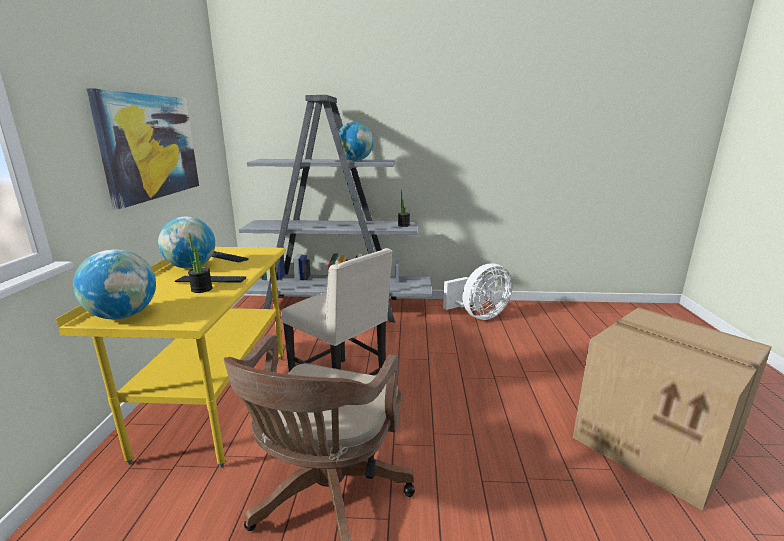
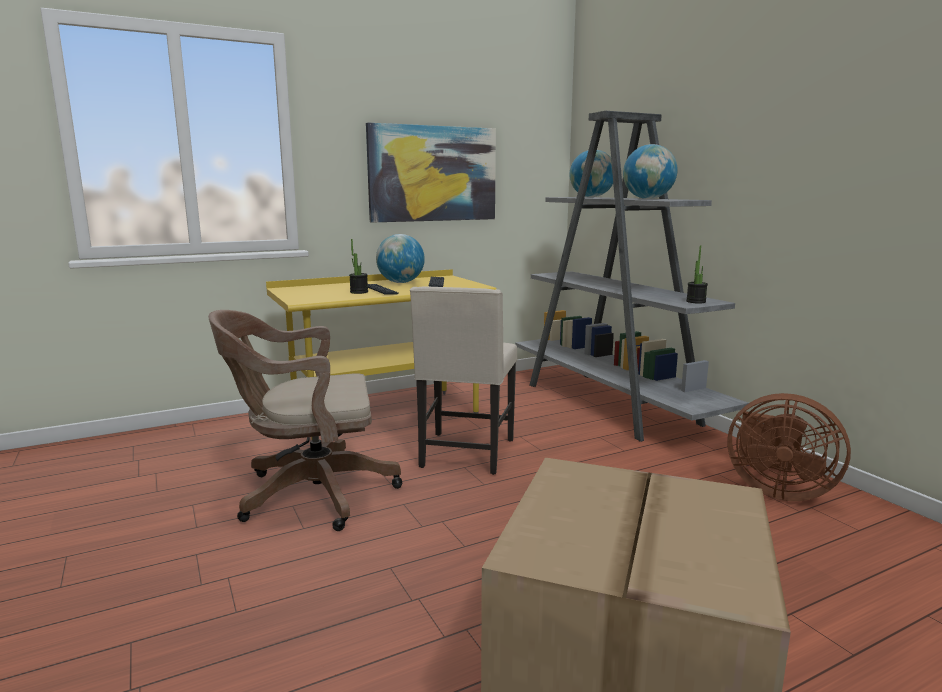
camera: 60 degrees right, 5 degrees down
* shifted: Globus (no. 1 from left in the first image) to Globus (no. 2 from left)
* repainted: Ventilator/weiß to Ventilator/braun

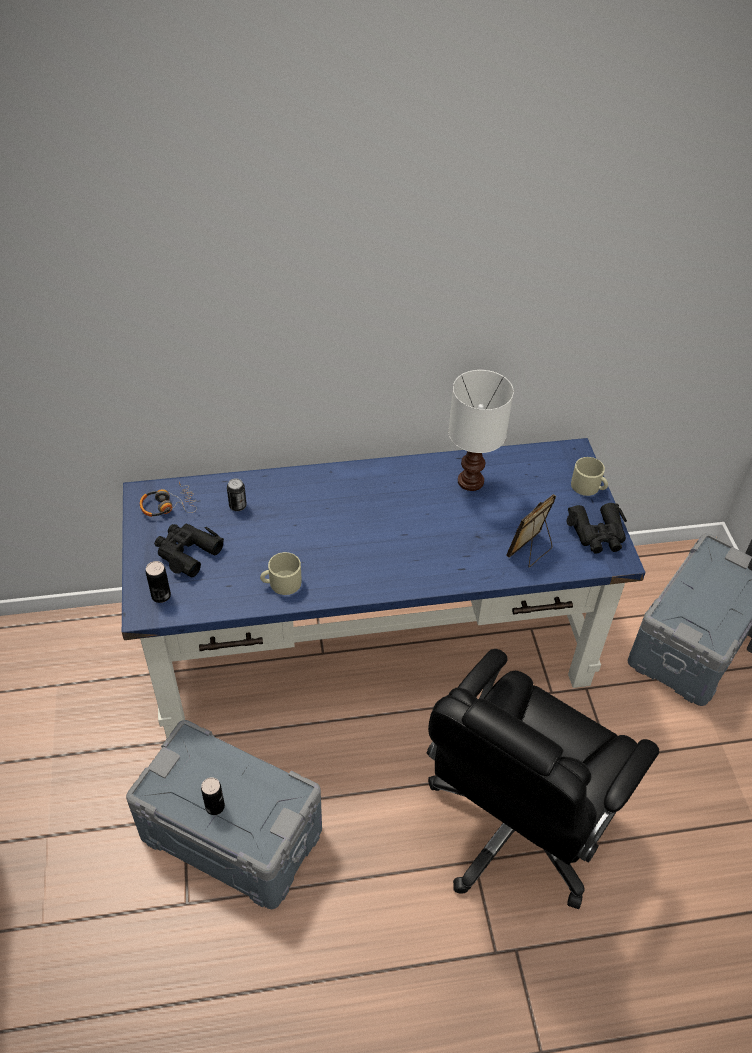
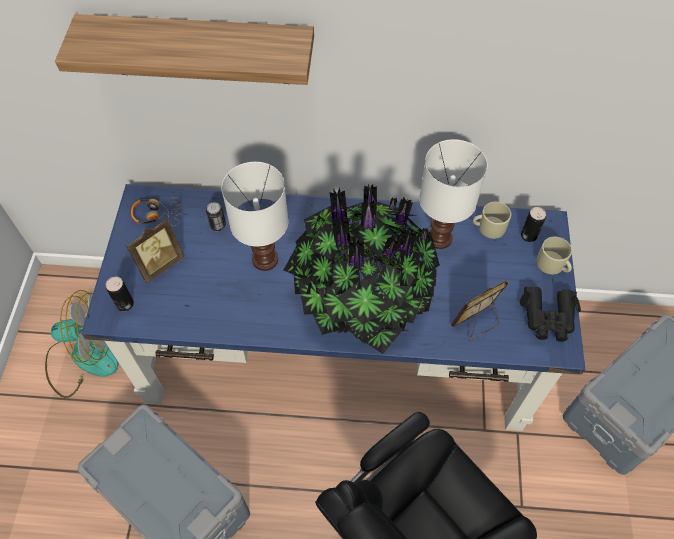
camera: 15 degrees right, 10 degrees up
* swapped: Fernglas/schwarz (no. 1 from left) to Bilderrahmen (no. 1 from left)
* shifted: Dose (no. 2 from left in the first image) to Dose (no. 3 from left)
* shifted: Henkelbecher/beige (no. 1 from left)
* new: Ventilator
* new: Wandregal
* new: Tischlampe/weiß (no. 1 from left)
* new: Topfpflanze

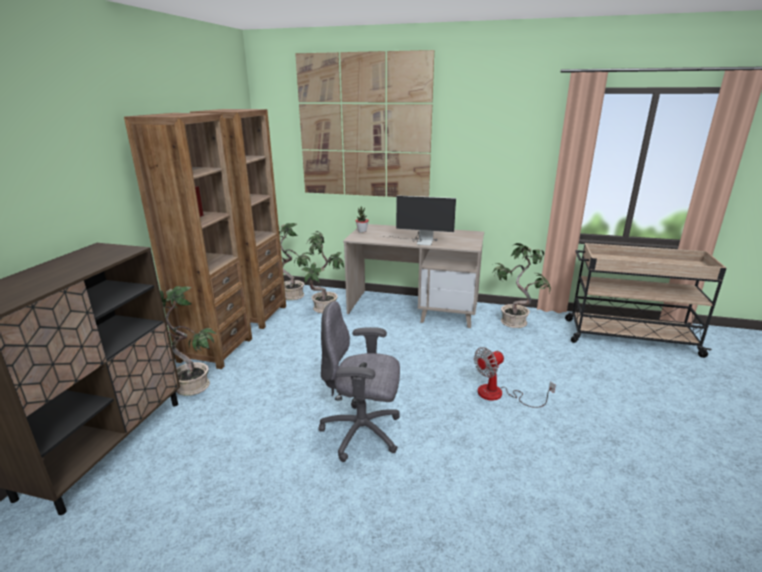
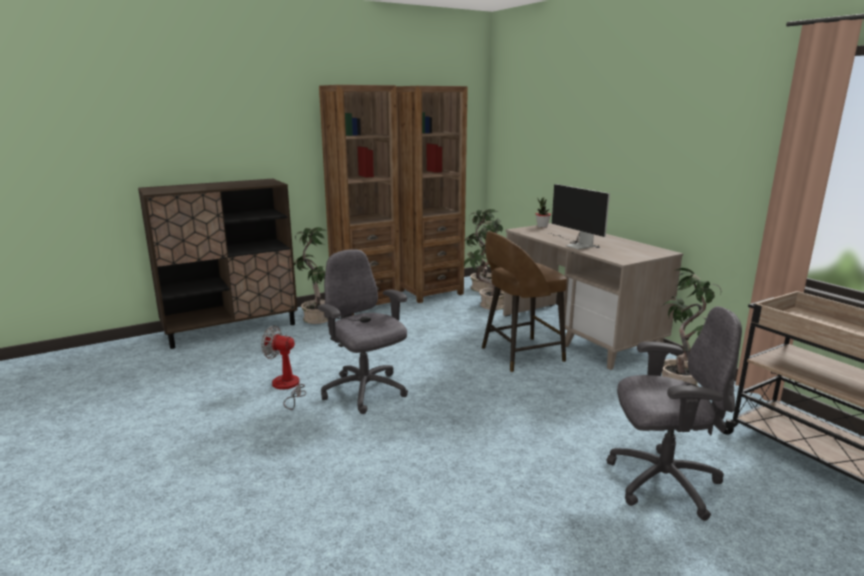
camera: 45 degrees right, 5 degrees down
* gone: Bild
* shifted: Ventilator
* new: Hocker/braun
* new: Bürostuhl/grau (no. 2 from left)

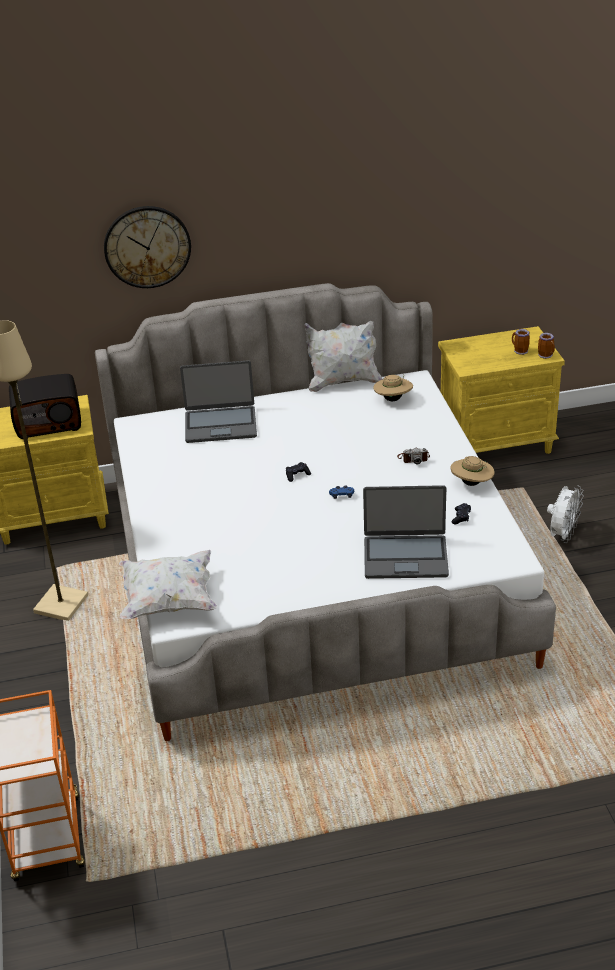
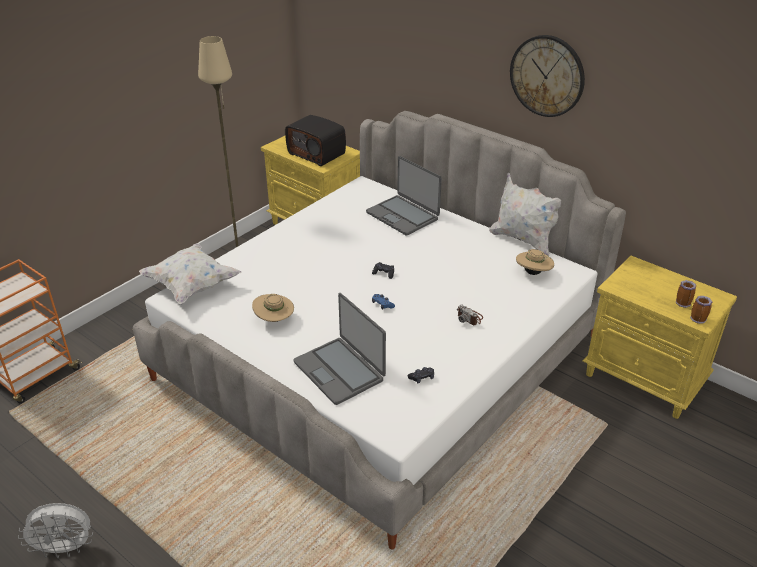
camera: 50 degrees right, 0 degrees up
* shifted: Wanduhr
* shifted: Hut/beige (no. 2 from left in the first image) to Hut/beige (no. 1 from left)
* shifted: Ventilator/weiß

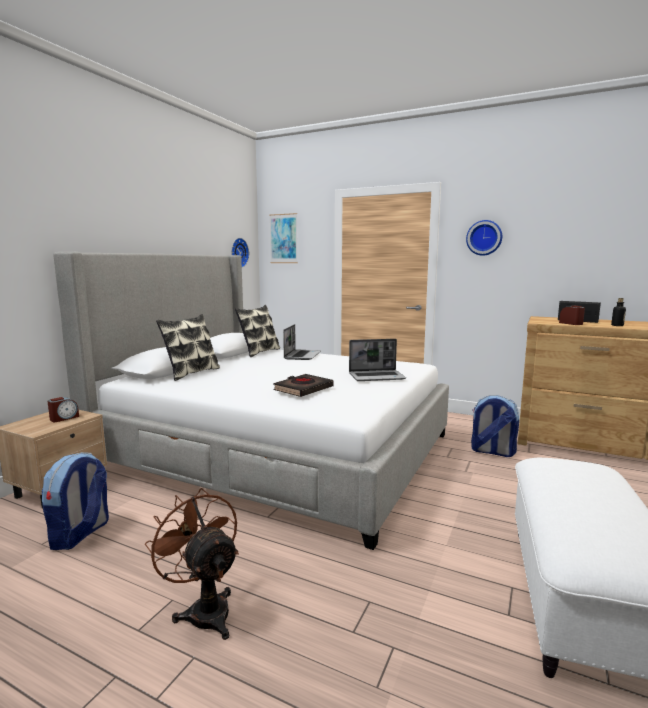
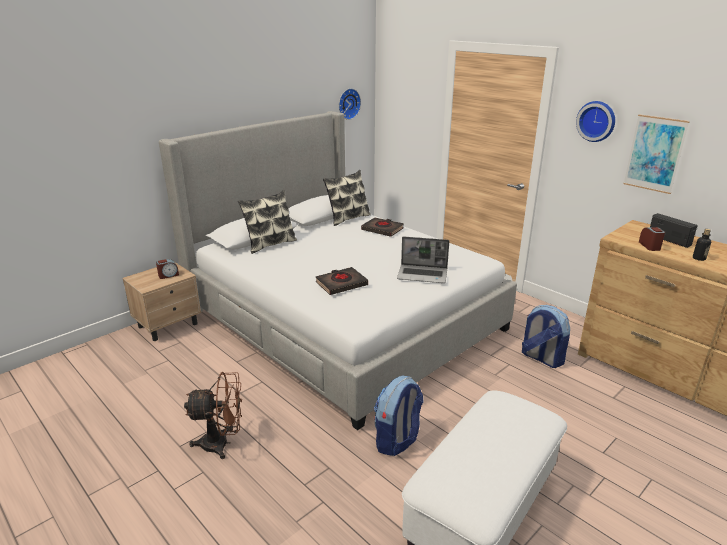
camera: 20 degrees right, 15 degrees up
* shifted: Rucksack (no. 1 from left)
* rotated: Ventilator/braun 105 degrees clockwise
* shifted: Bild
* swapped: Laptop (no. 1 from left) to Buch/schwarz (no. 2 from left)

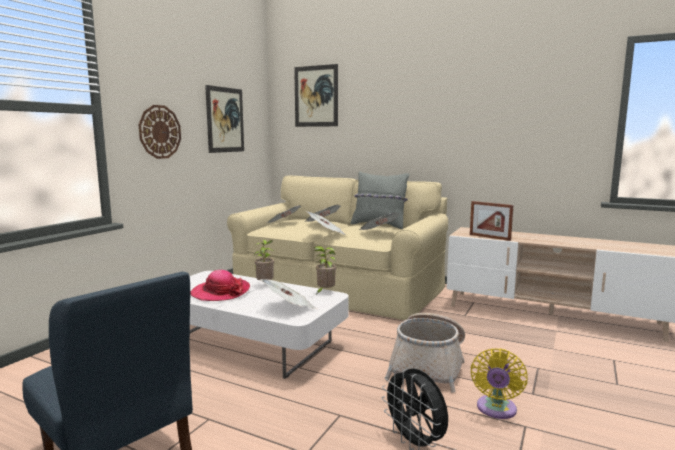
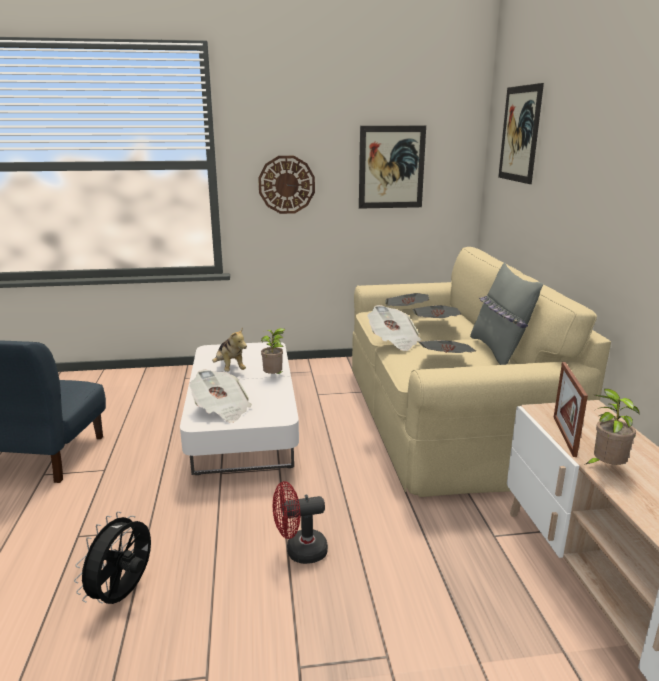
camera: 55 degrees right, 10 degrees up
* swapped: Hut to Plüschtier
* shifted: Topfpflanze (no. 2 from left)
* swapped: Korb to Ventilator/rot
* gone: Ventilator/gelb

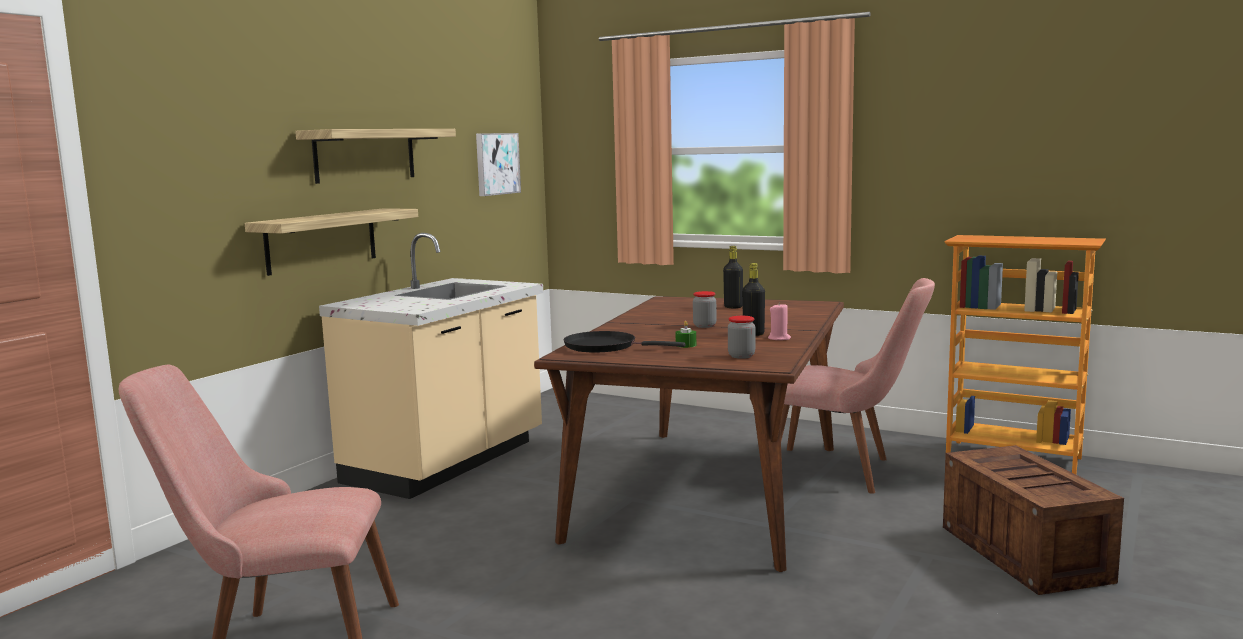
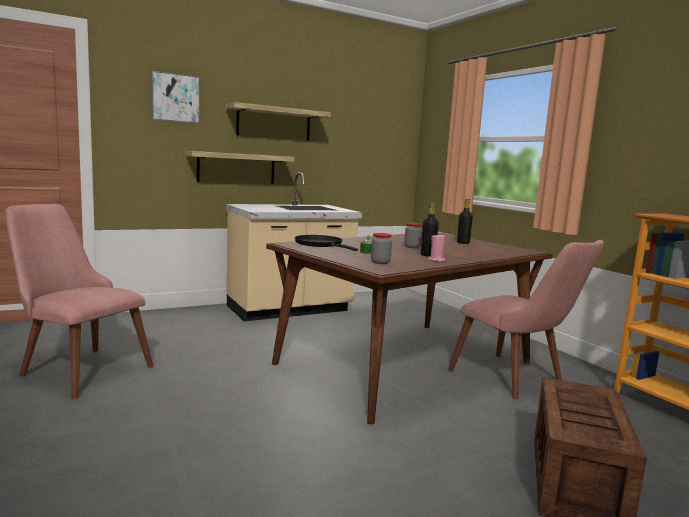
camera: 30 degrees right, 0 degrees up
* shifted: Bild

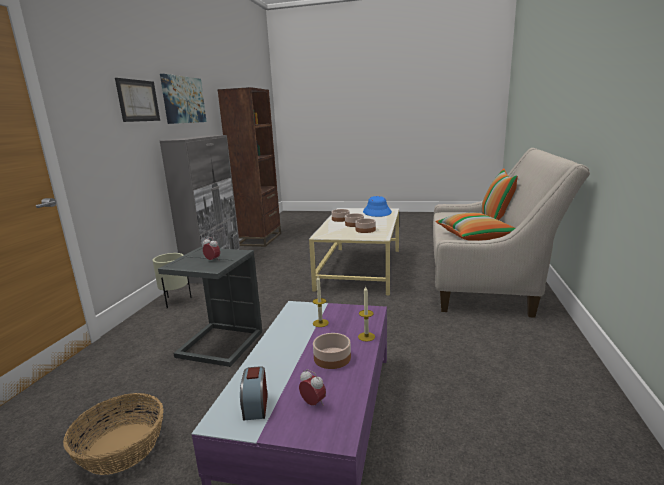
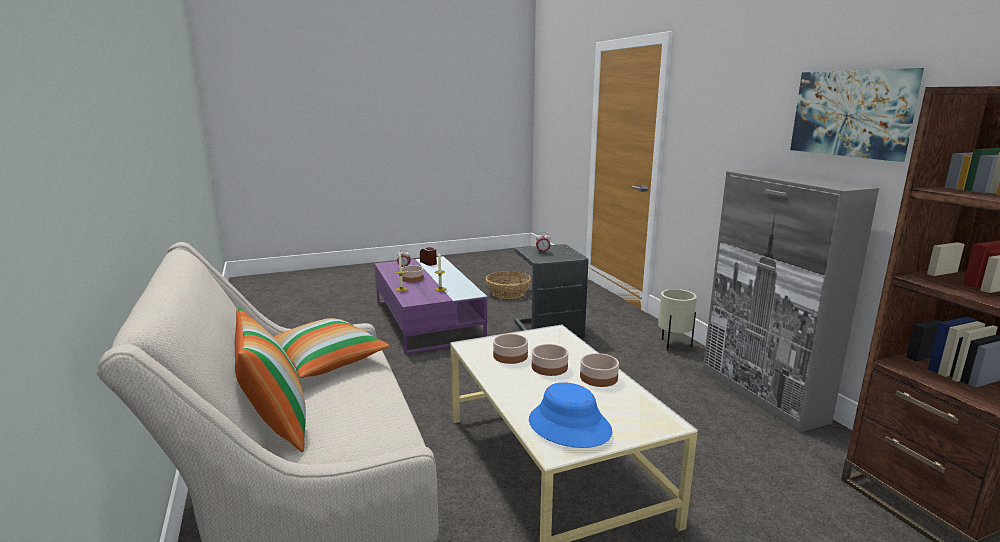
camera: 145 degrees right, 0 degrees up
* gone: Bild (no. 1 from left)

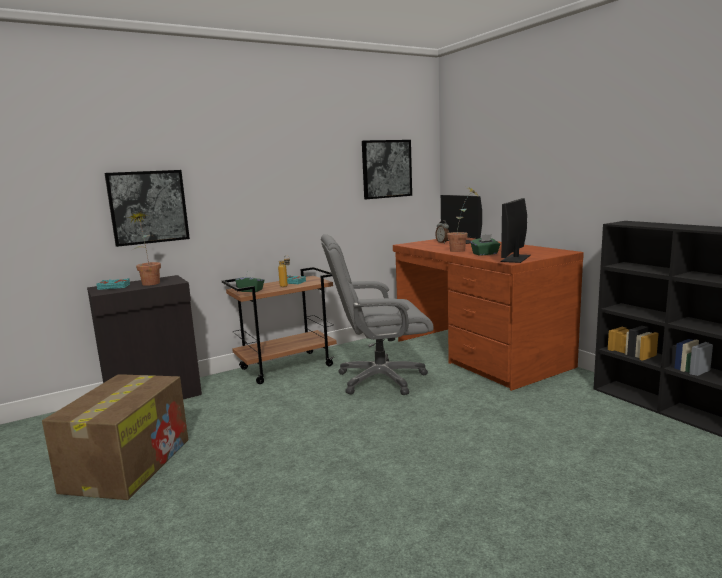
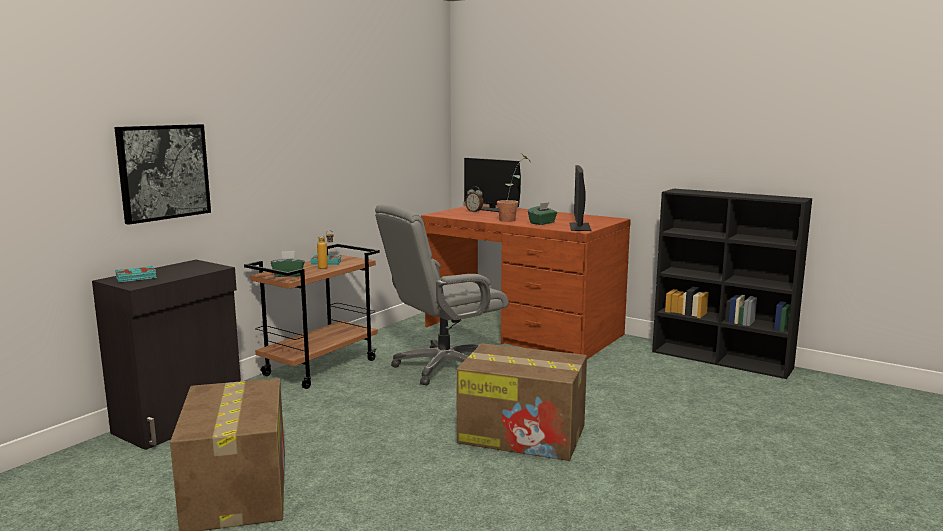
camera: 25 degrees left, 0 degrees up
* gone: Topfpflanze (no. 1 from left)
* gone: Bild (no. 2 from left)
* new: Karton (no. 2 from left)

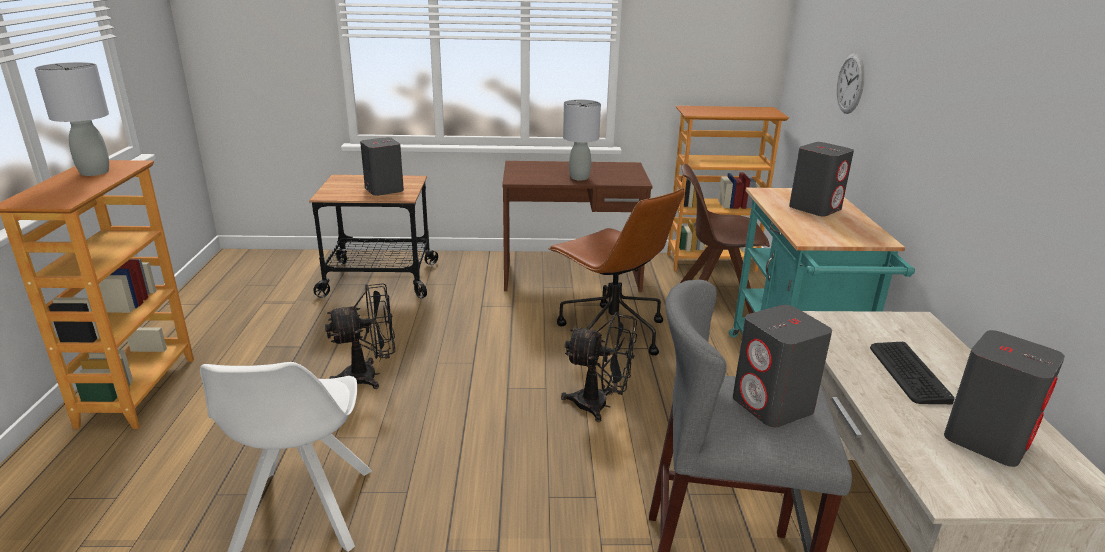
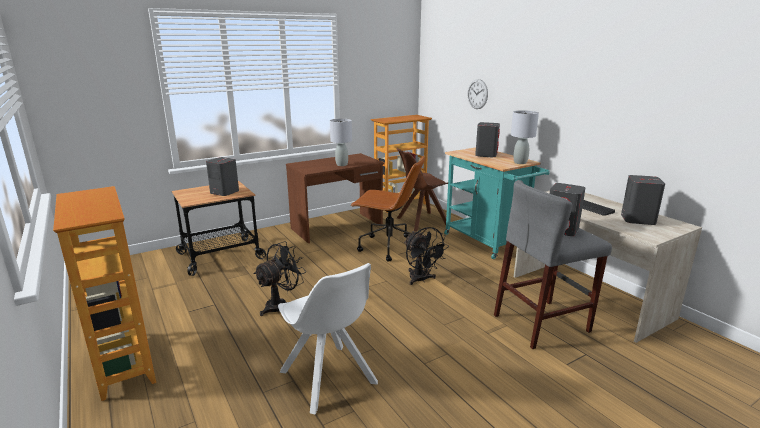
camera: 30 degrees left, 5 degrees down
* shifted: Tischlampe/grau (no. 1 from left in the first image) to Tischlampe/grau (no. 2 from left)
* rotated: Ventilator/schwarz (no. 2 from left) 75 degrees clockwise

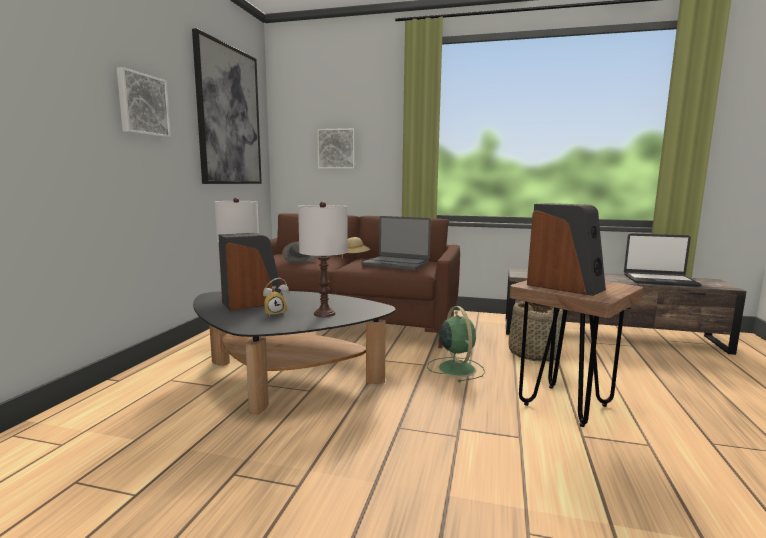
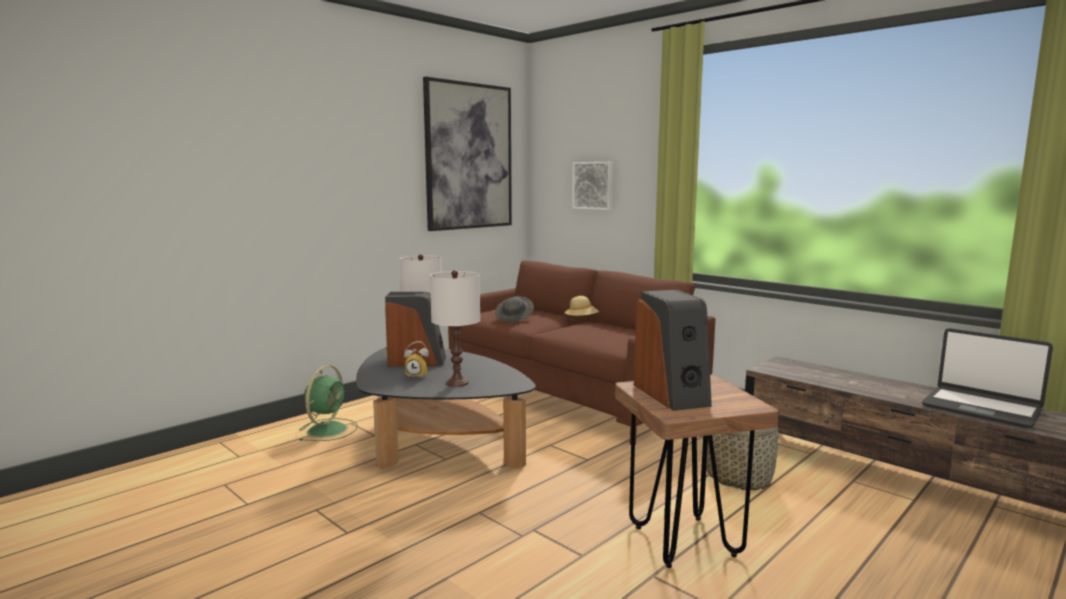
camera: 30 degrees right, 0 degrees up
* gone: Bild (no. 1 from left)
* gone: Laptop (no. 1 from left)
* shifted: Ventilator/grün

